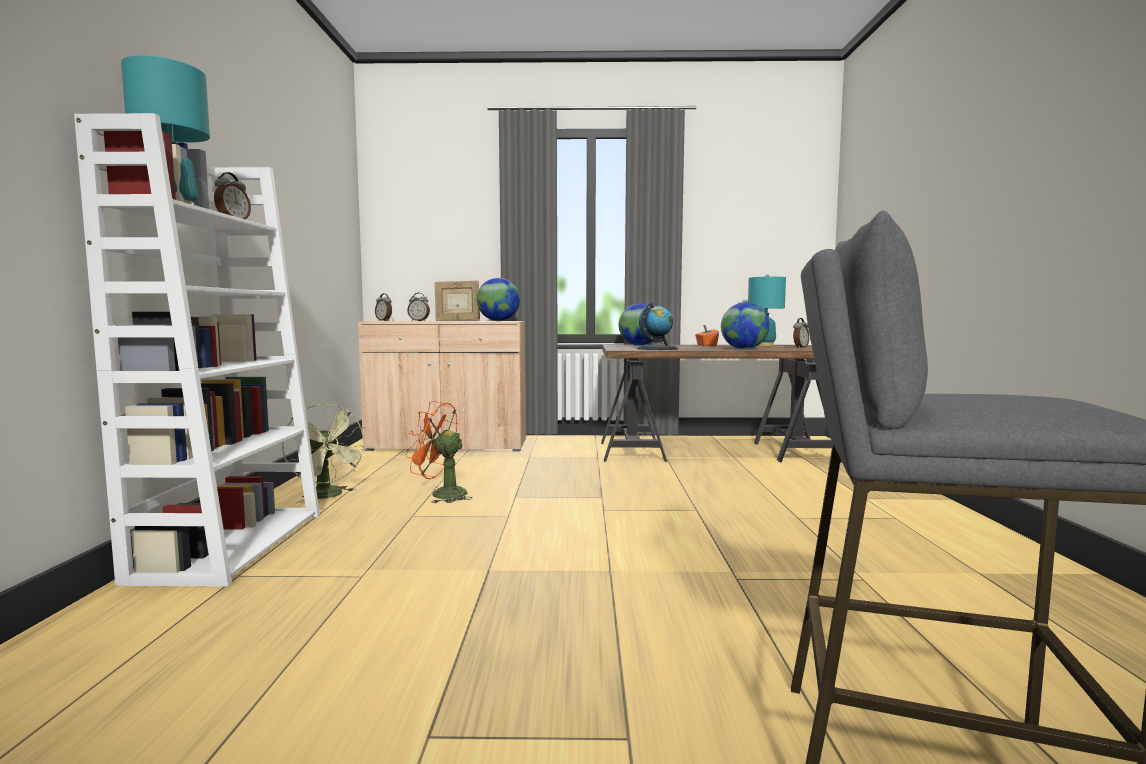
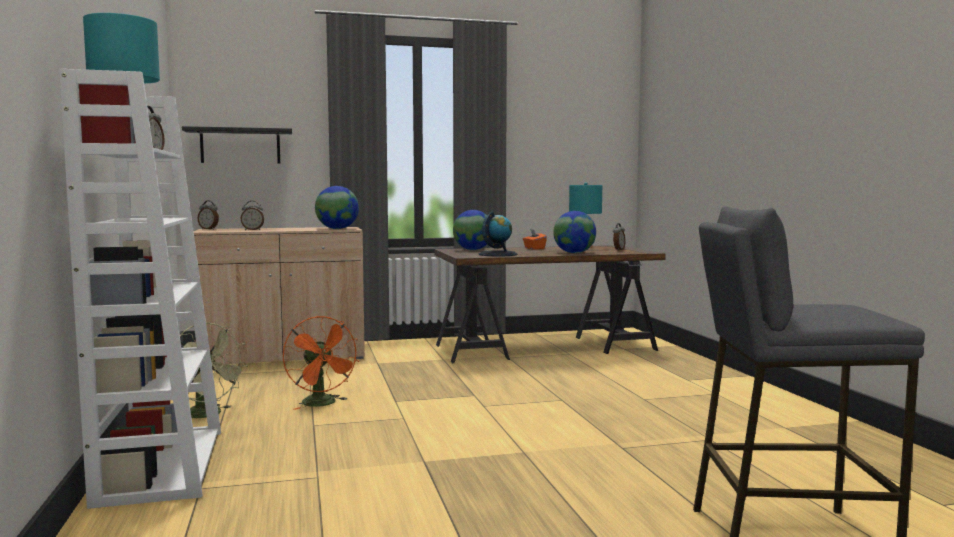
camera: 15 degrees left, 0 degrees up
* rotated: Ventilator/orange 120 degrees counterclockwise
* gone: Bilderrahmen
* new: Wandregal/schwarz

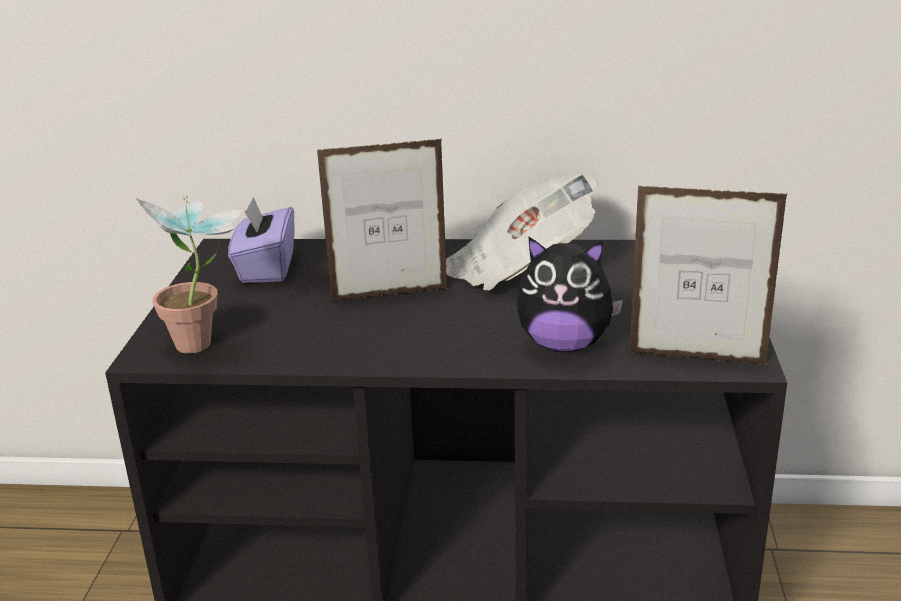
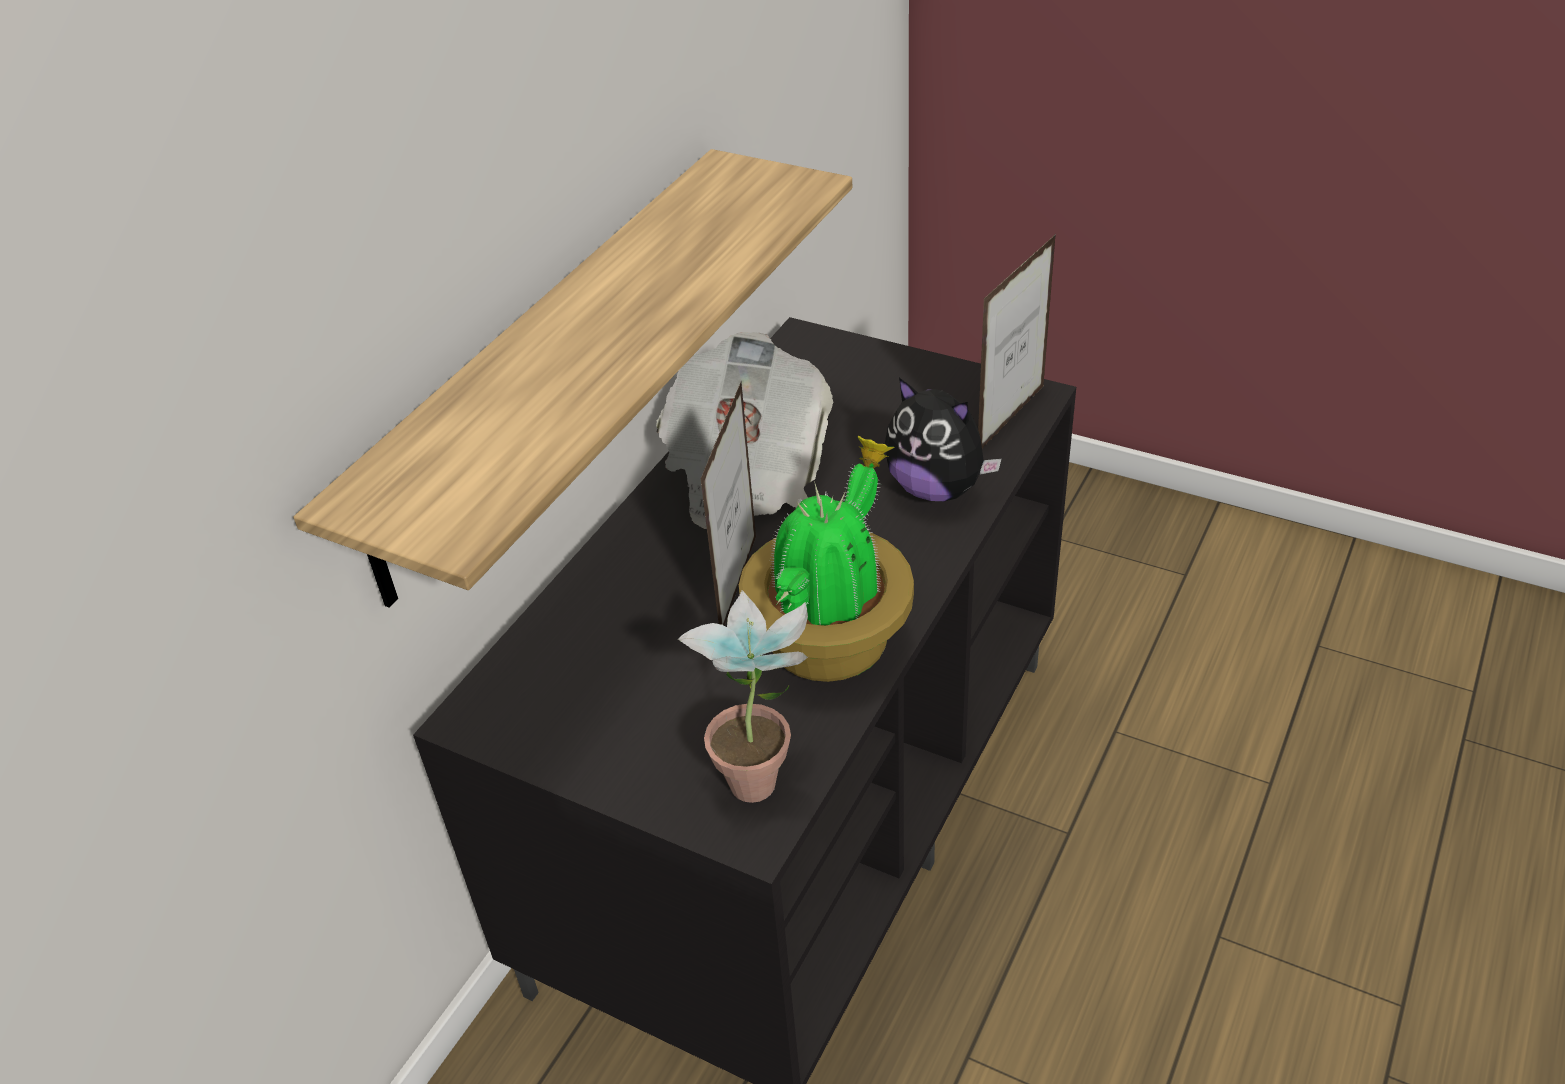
camera: 65 degrees left, 15 degrees up
* gone: Taschentuchbox/lila
* rotated: Plüschtier 90 degrees clockwise
* new: Wandregal
* new: Topfpflanze (no. 2 from left)

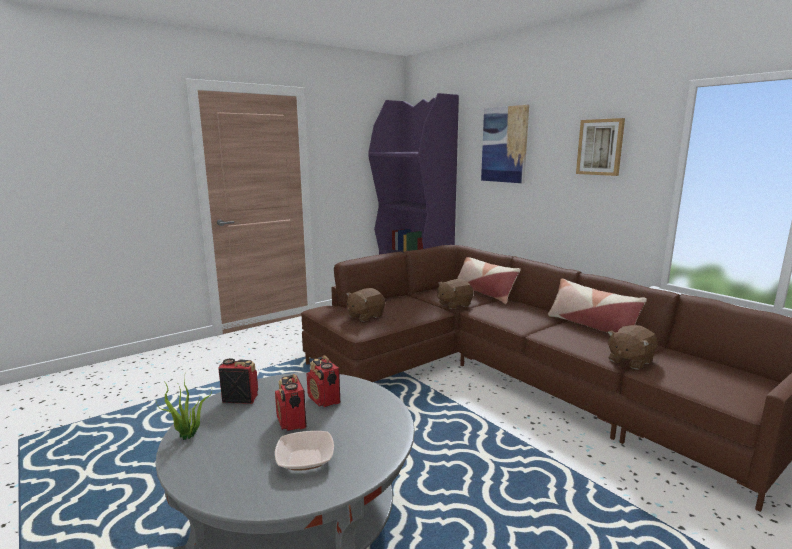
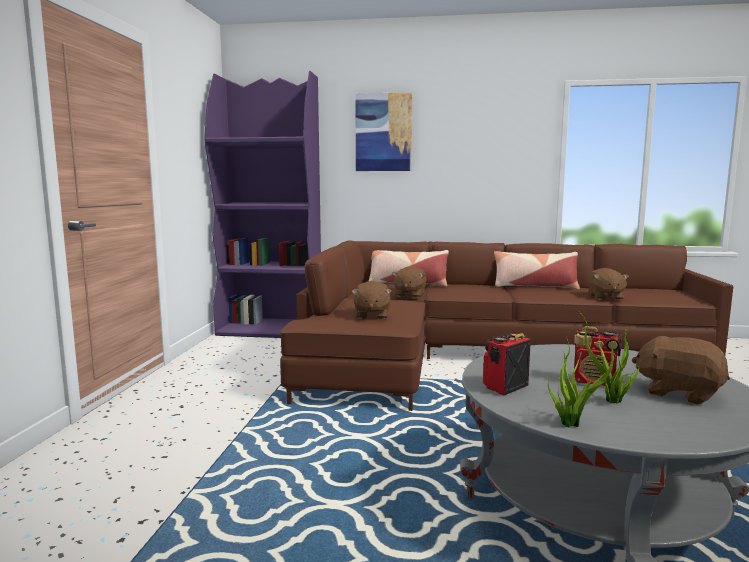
camera: 45 degrees left, 5 degrees down
* swapped: Schüssel to Plüschtier/braun (no. 4 from left)
* gone: Radio (no. 3 from left)
* gone: Bild (no. 2 from left)
* new: Topfpflanze (no. 2 from left)

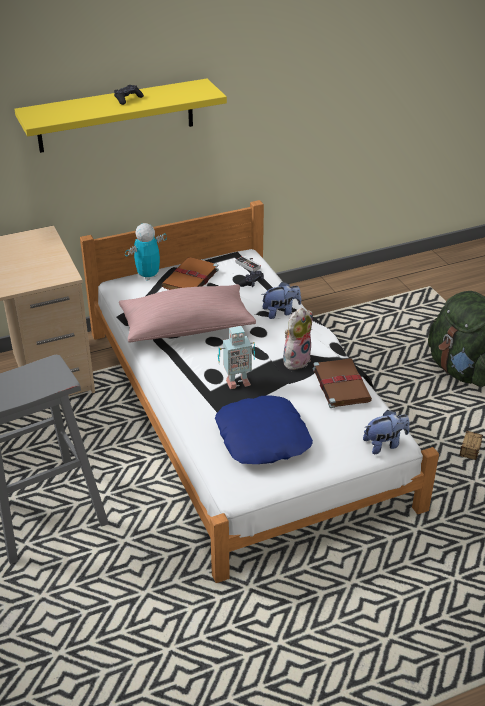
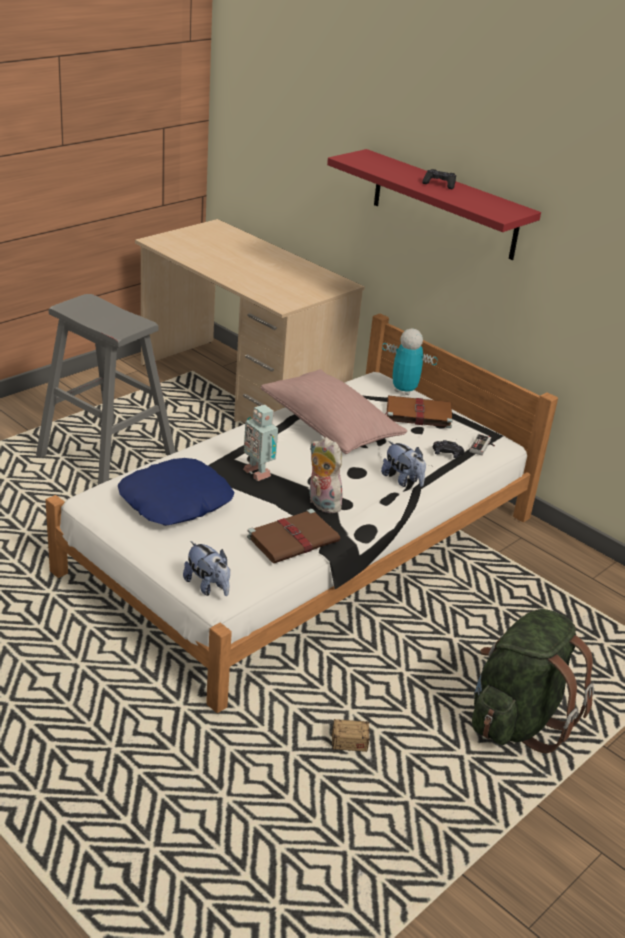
camera: 65 degrees right, 5 degrees down
* repainted: Wandregal/gelb to Wandregal/rot
* rotated: Plüschtier (no. 2 from left) 150 degrees counterclockwise

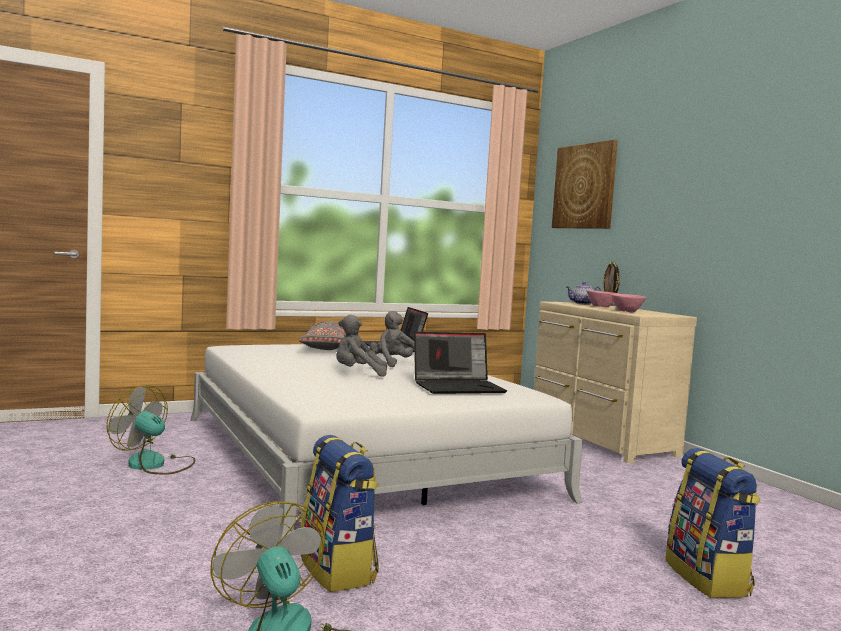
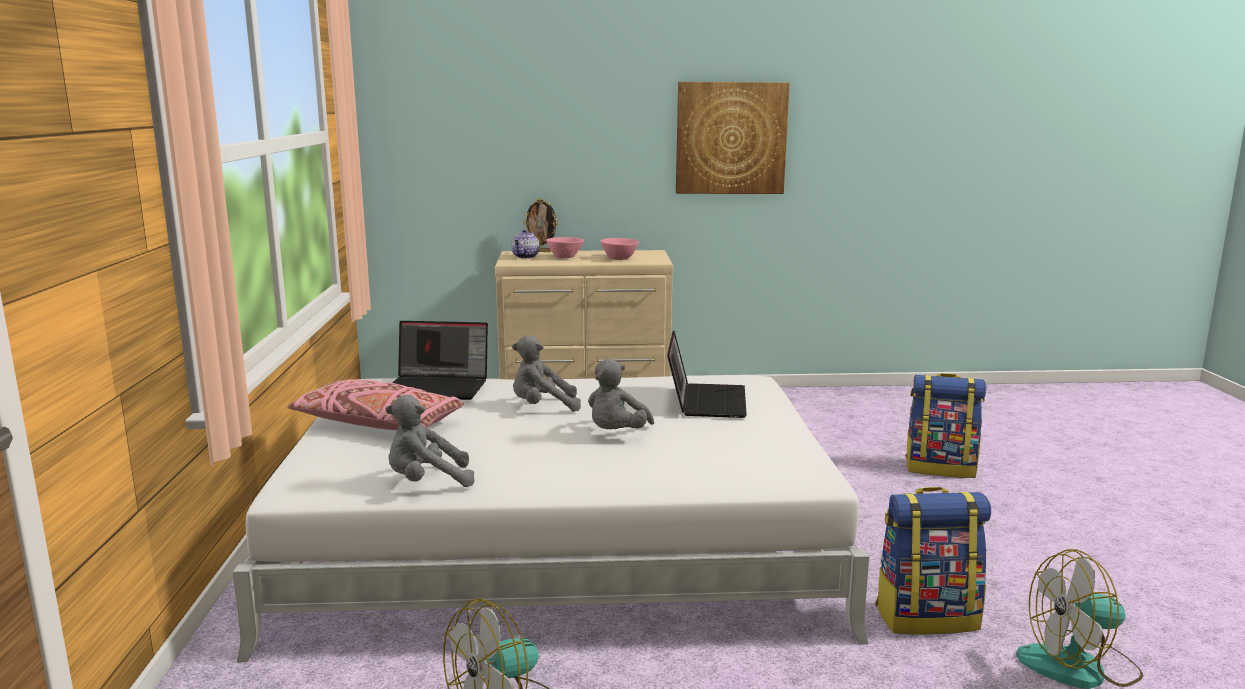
camera: 65 degrees left, 10 degrees up
* repainted: Kissen/grau to Kissen/rosa
* shifted: Bild
* new: Plüschtier/grau (no. 1 from left)

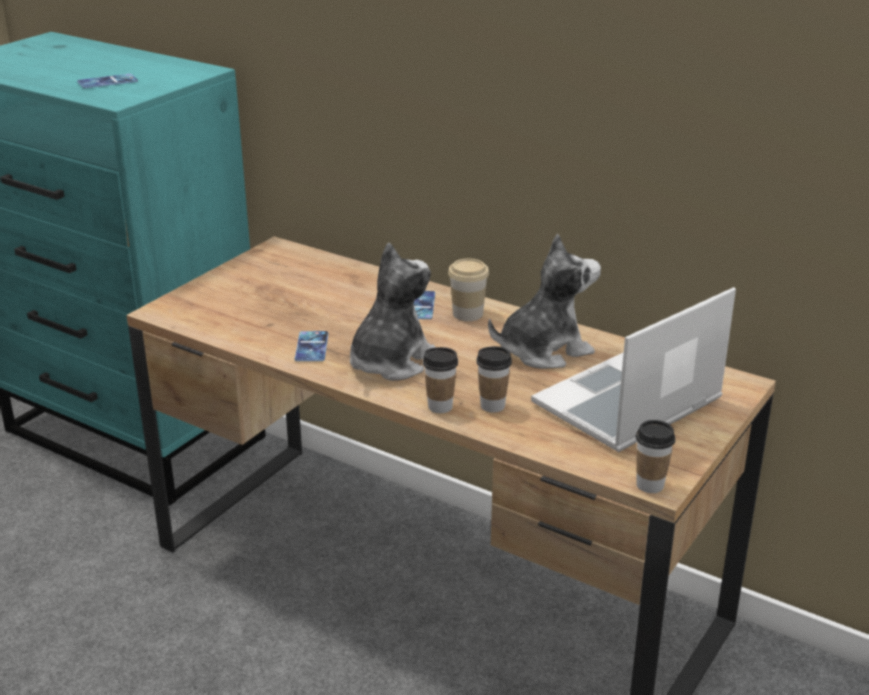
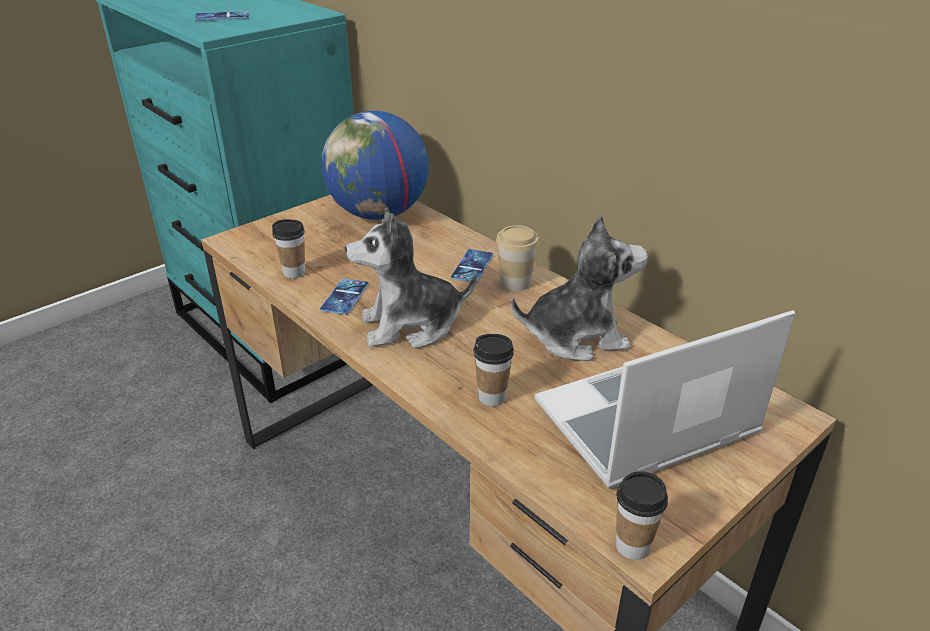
camera: 15 degrees right, 5 degrees up
* rotated: Plüschtier (no. 1 from left) 150 degrees counterclockwise
* shifted: Tasse (no. 1 from left)
* new: Globus

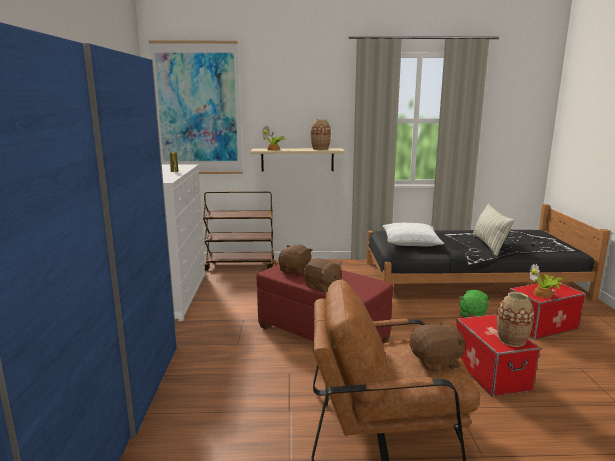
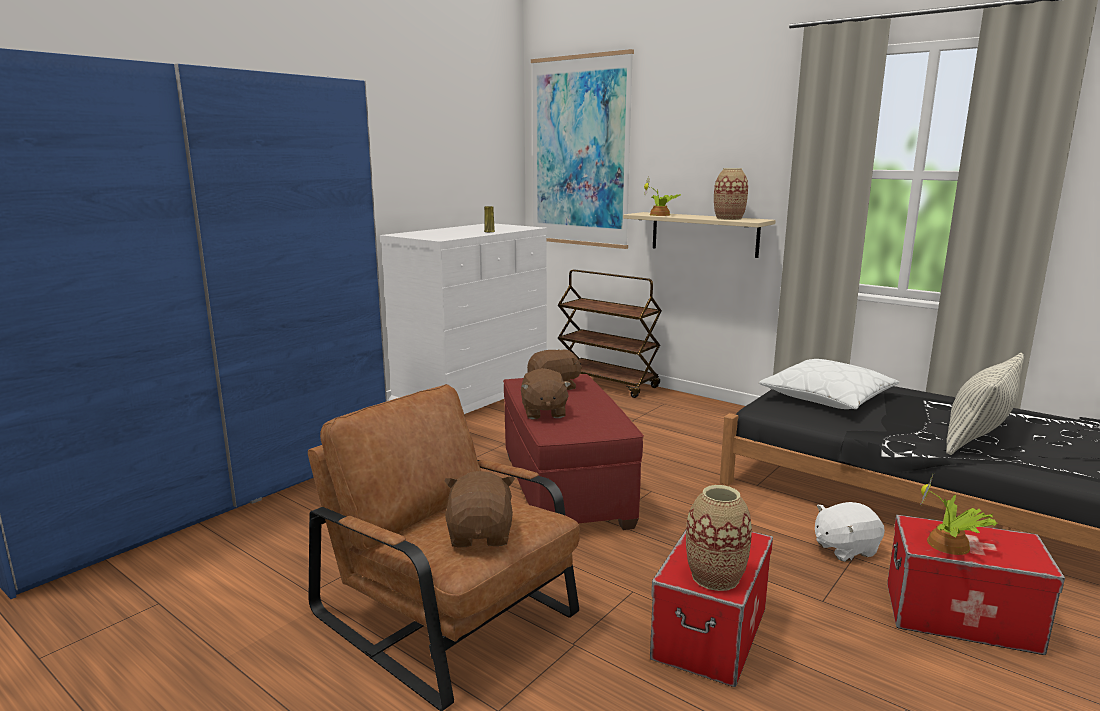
camera: 40 degrees right, 0 degrees up
* rotated: Plüschtier/braun (no. 3 from left in the first image) 120 degrees counterclockwise
* repainted: Plüschtier/grün to Plüschtier/weiß

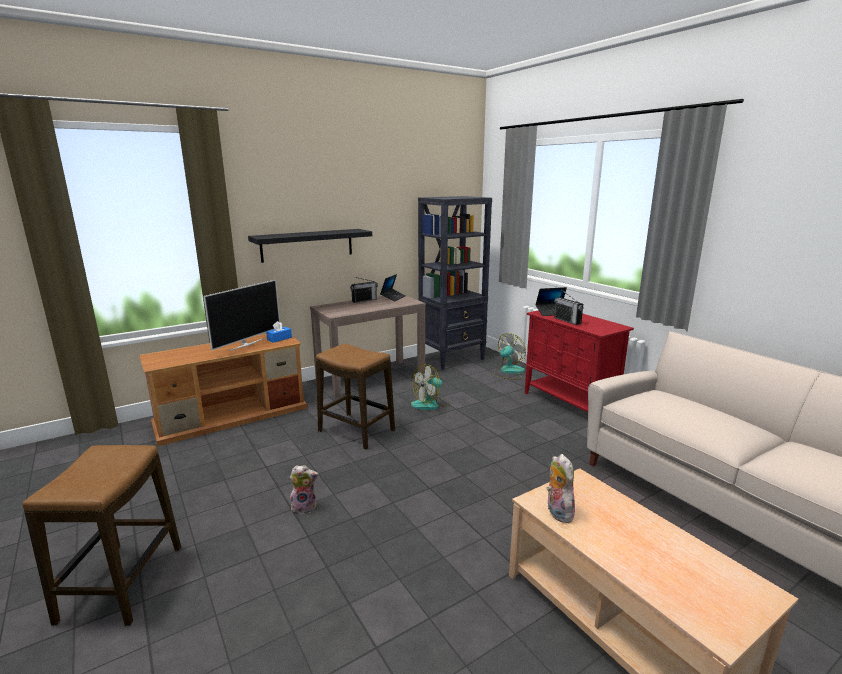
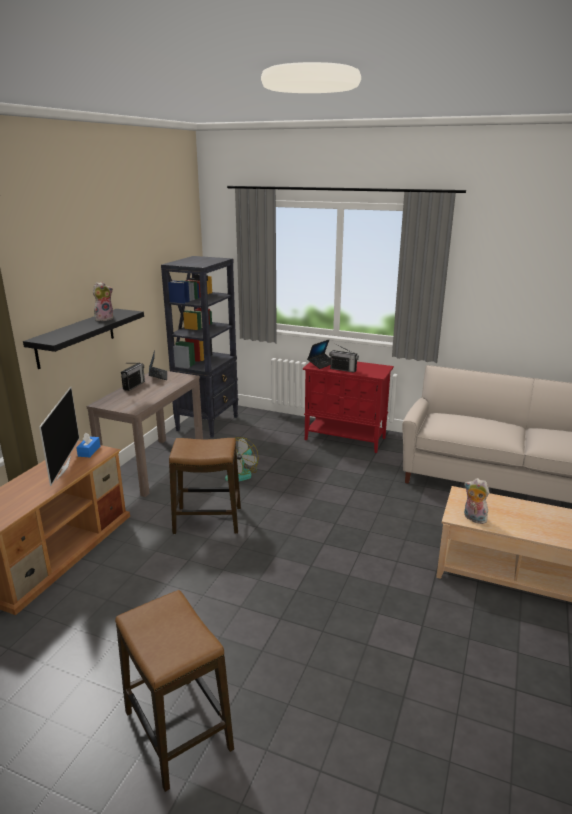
camera: 35 degrees left, 5 degrees up
* shifted: Plüschtier (no. 1 from left)
* gone: Ventilator (no. 2 from left)

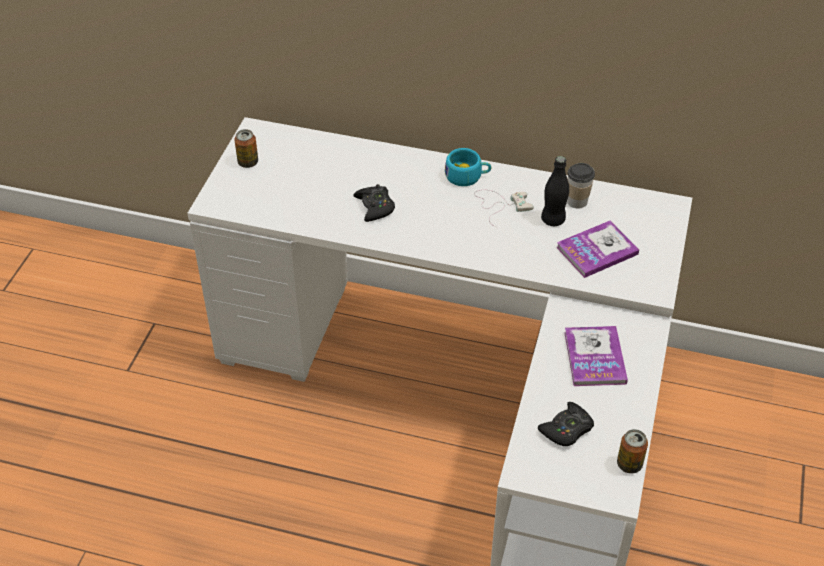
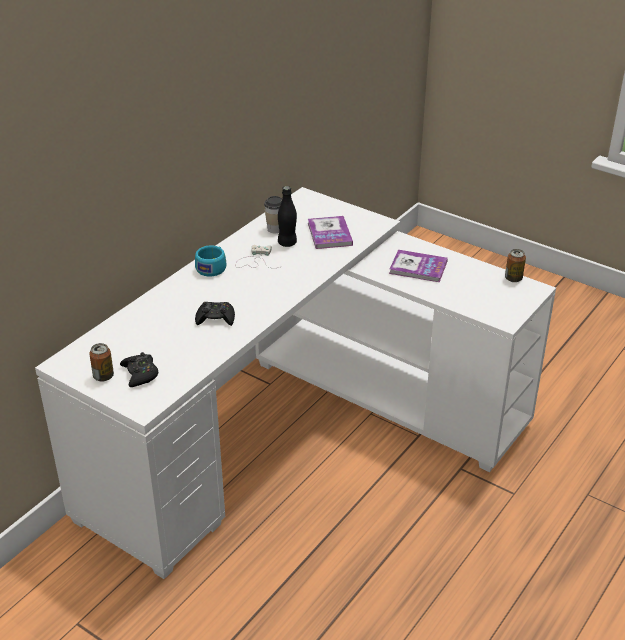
camera: 70 degrees left, 10 degrees down
* shifted: Gamepad/schwarz (no. 2 from left in the first image) to Gamepad/schwarz (no. 1 from left)

